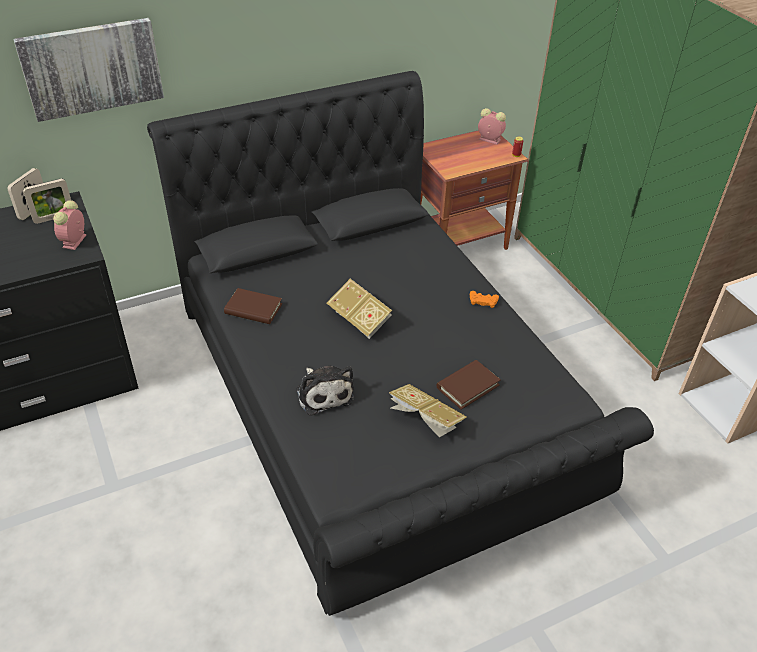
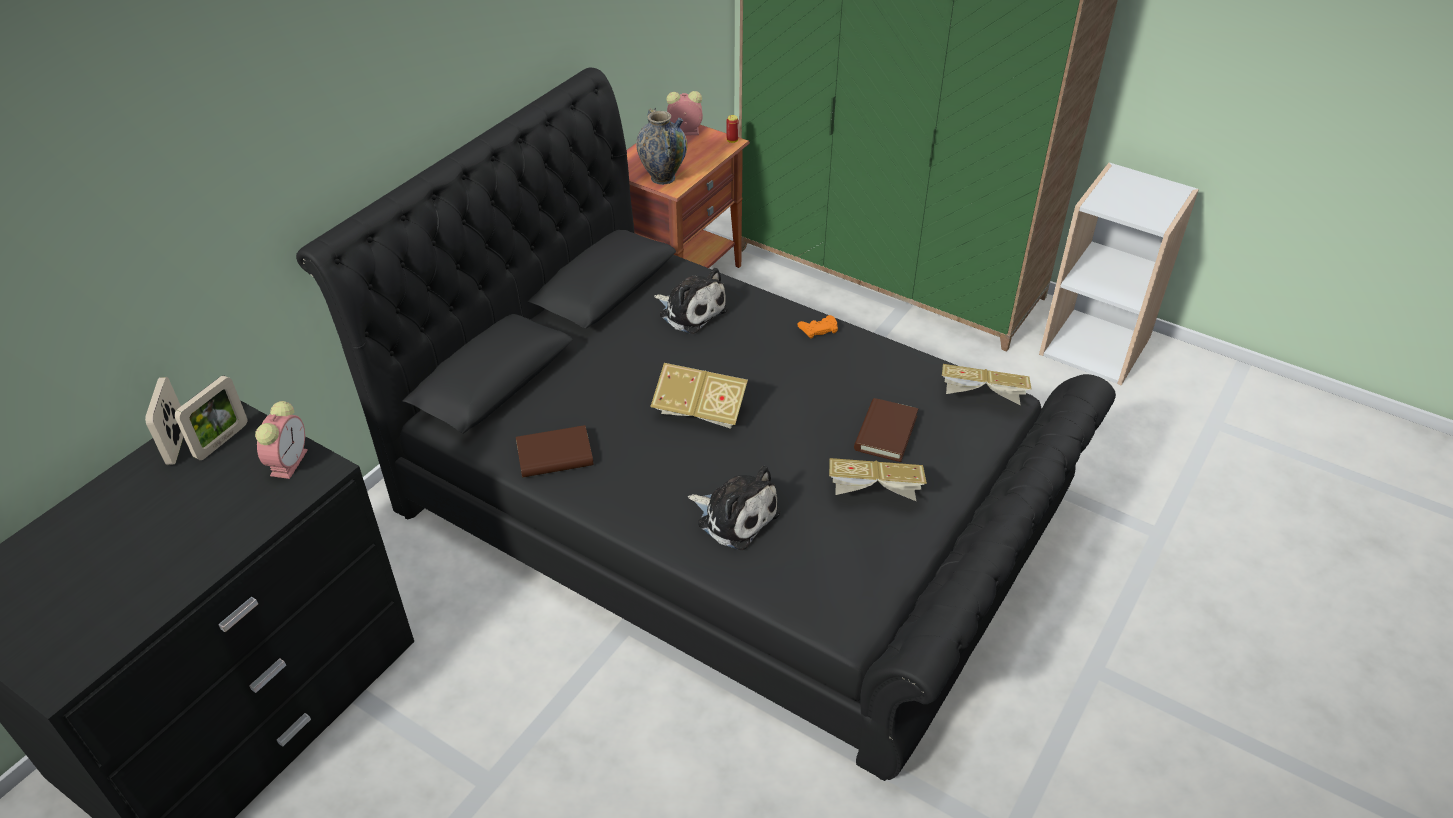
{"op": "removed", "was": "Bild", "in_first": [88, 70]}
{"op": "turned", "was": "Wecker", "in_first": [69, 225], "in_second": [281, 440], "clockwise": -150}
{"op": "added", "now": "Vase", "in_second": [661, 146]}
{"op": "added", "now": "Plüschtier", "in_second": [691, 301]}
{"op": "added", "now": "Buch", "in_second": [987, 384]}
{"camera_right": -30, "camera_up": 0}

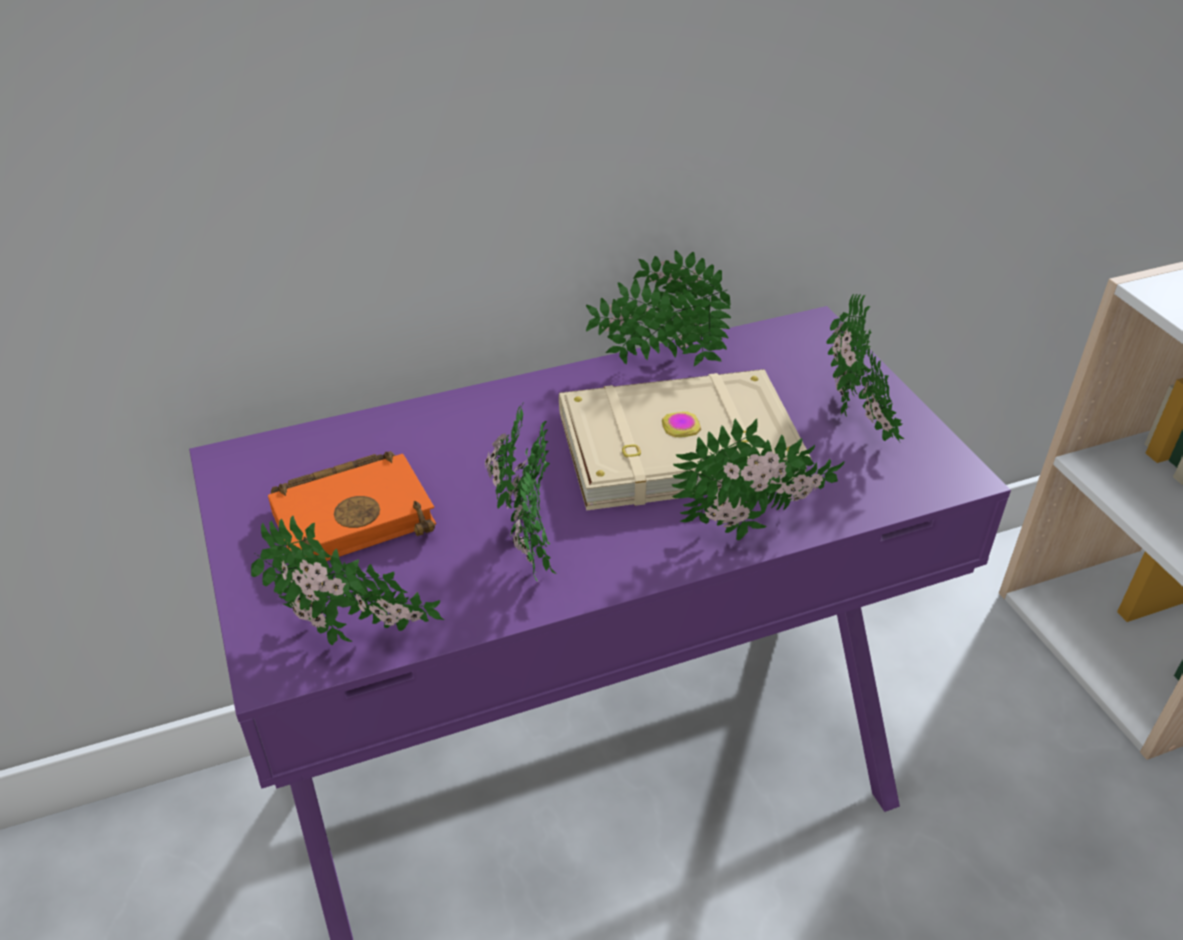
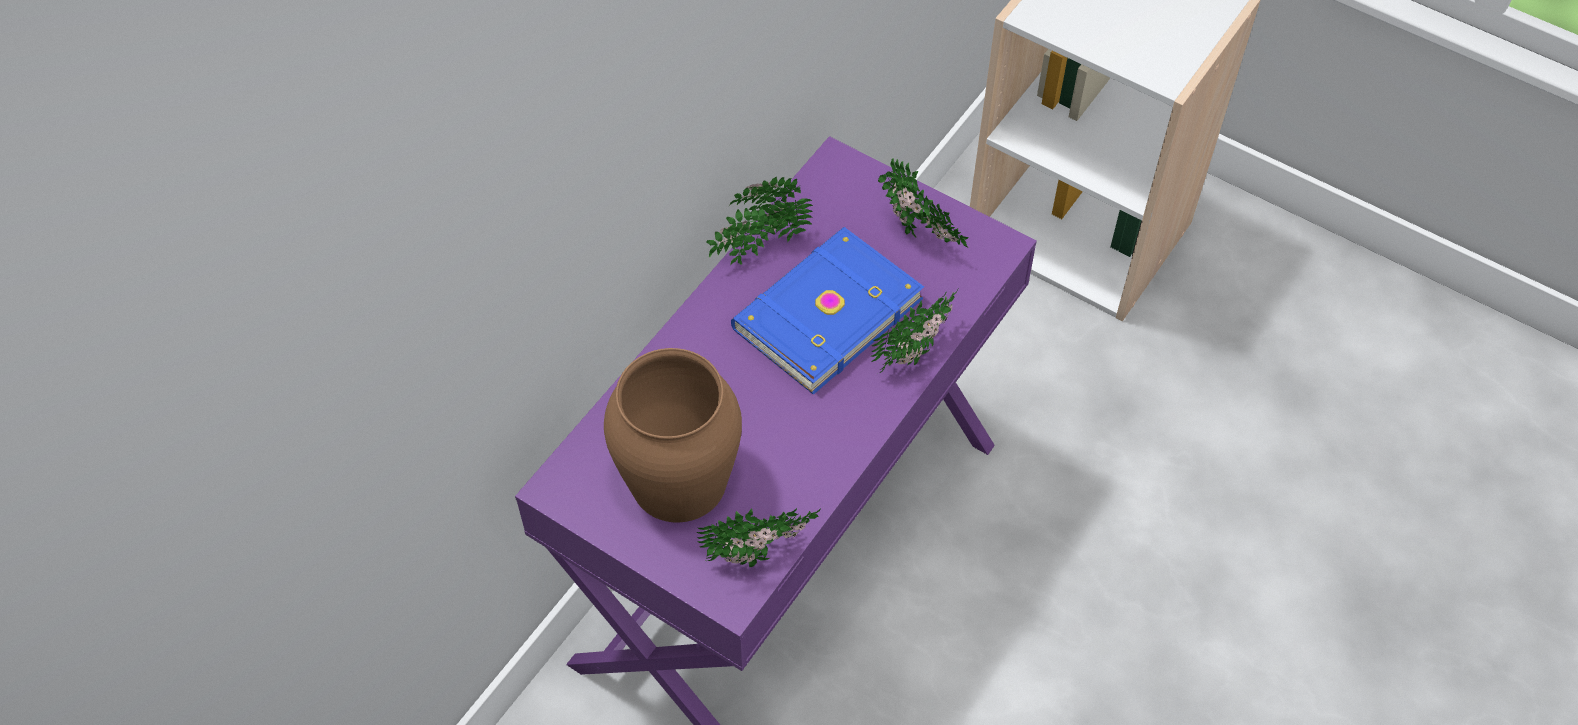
{"op": "replaced", "was": "Buch/orange", "now": "Vase/braun", "in_first": [352, 506], "in_second": [673, 435]}
{"op": "removed", "was": "Topfpflanze", "in_first": [521, 491]}
{"op": "recoloured", "was": "Buch/beige", "now": "Buch/blau", "in_first": [685, 440], "in_second": [827, 311]}
{"camera_right": -35, "camera_up": 15}

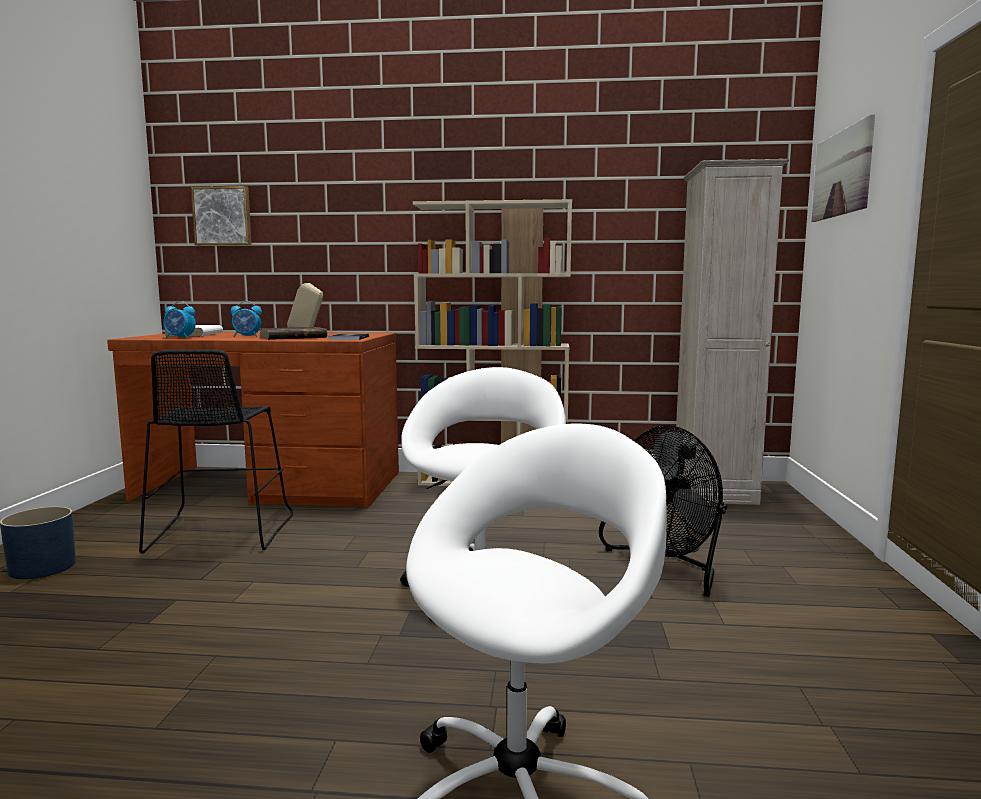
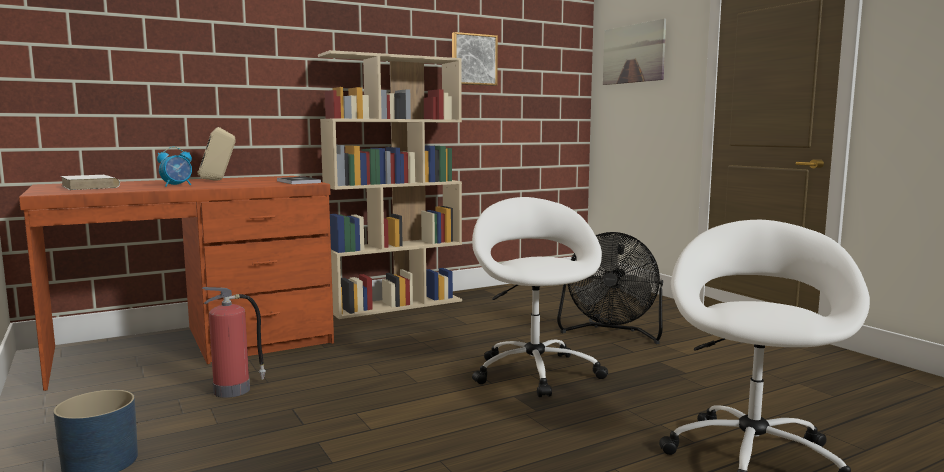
{"op": "replaced", "was": "Hocker/schwarz", "now": "Feuerlöscher", "in_first": [216, 451], "in_second": [234, 342]}
{"op": "removed", "was": "Wecker", "in_first": [179, 319]}
{"op": "moved", "was": "Bild", "in_first": [221, 216], "in_second": [475, 59]}
{"op": "removed", "was": "Buch/braun", "in_first": [293, 333]}
{"op": "removed", "was": "Schrank/beige", "in_first": [732, 332]}
{"camera_right": -35, "camera_up": 0}

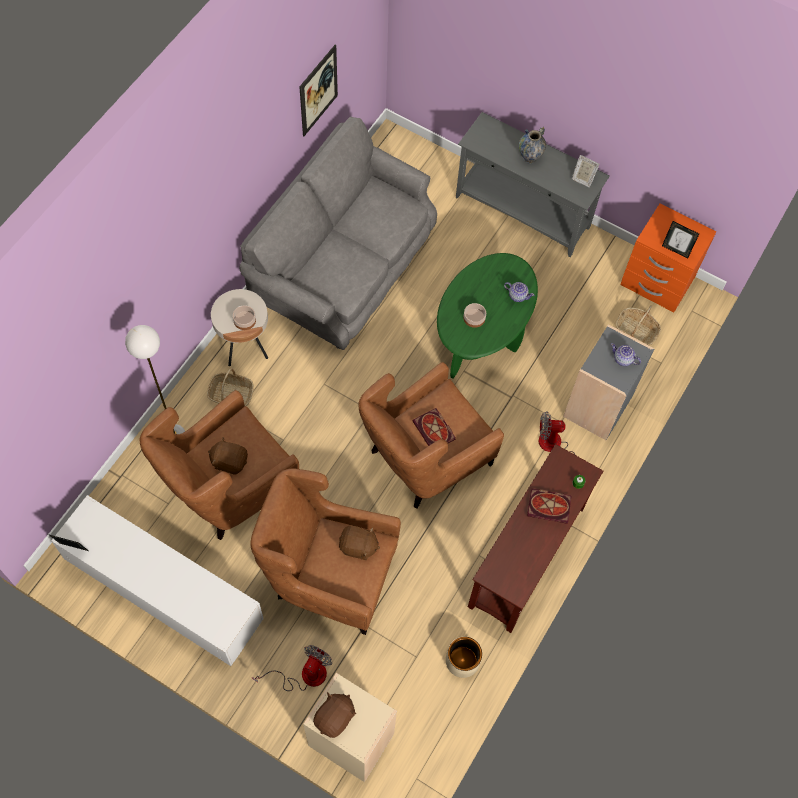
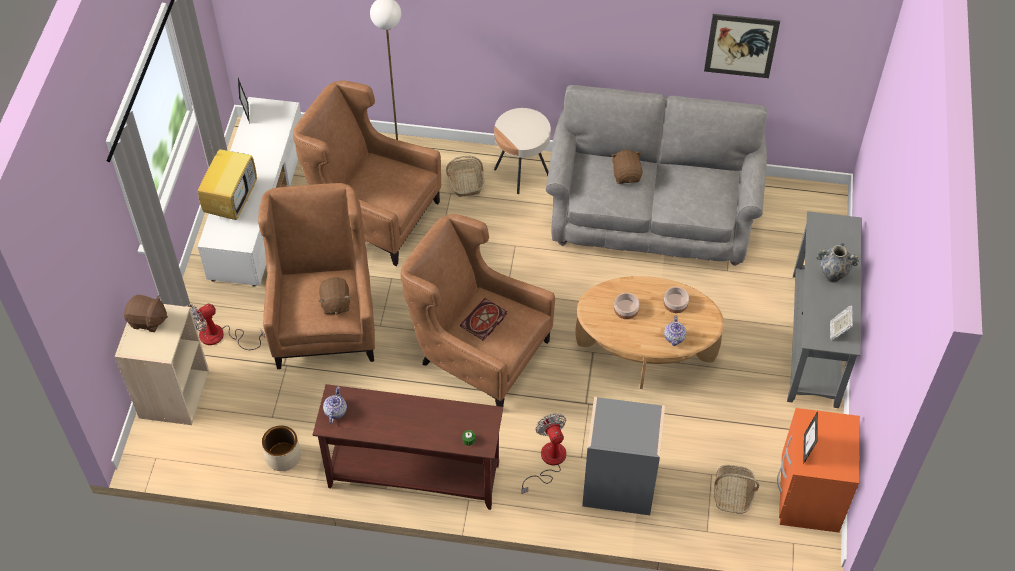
{"op": "moved", "was": "Plüschtier/braun", "in_first": [228, 456], "in_second": [626, 167]}
{"op": "moved", "was": "Schüssel", "in_first": [244, 317], "in_second": [676, 300]}
{"op": "turned", "was": "Ventilator", "in_first": [292, 668], "in_second": [226, 326], "clockwise": 135}
{"op": "recoloured", "was": "Couchtisch/grün", "now": "Couchtisch/braun", "in_first": [487, 316], "in_second": [649, 332]}
{"op": "removed", "was": "Buch", "in_first": [549, 506]}
{"op": "moved", "was": "Teekanne", "in_first": [626, 354], "in_second": [335, 405]}
{"op": "added", "now": "Fernseher", "in_second": [227, 177]}
{"camera_right": 70, "camera_up": -10}

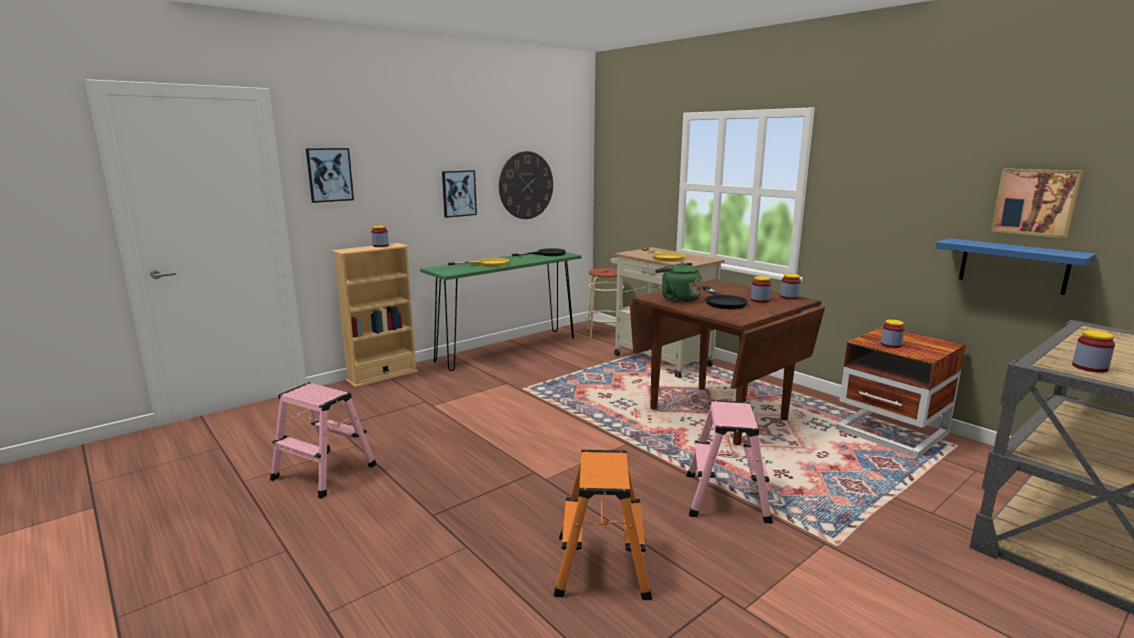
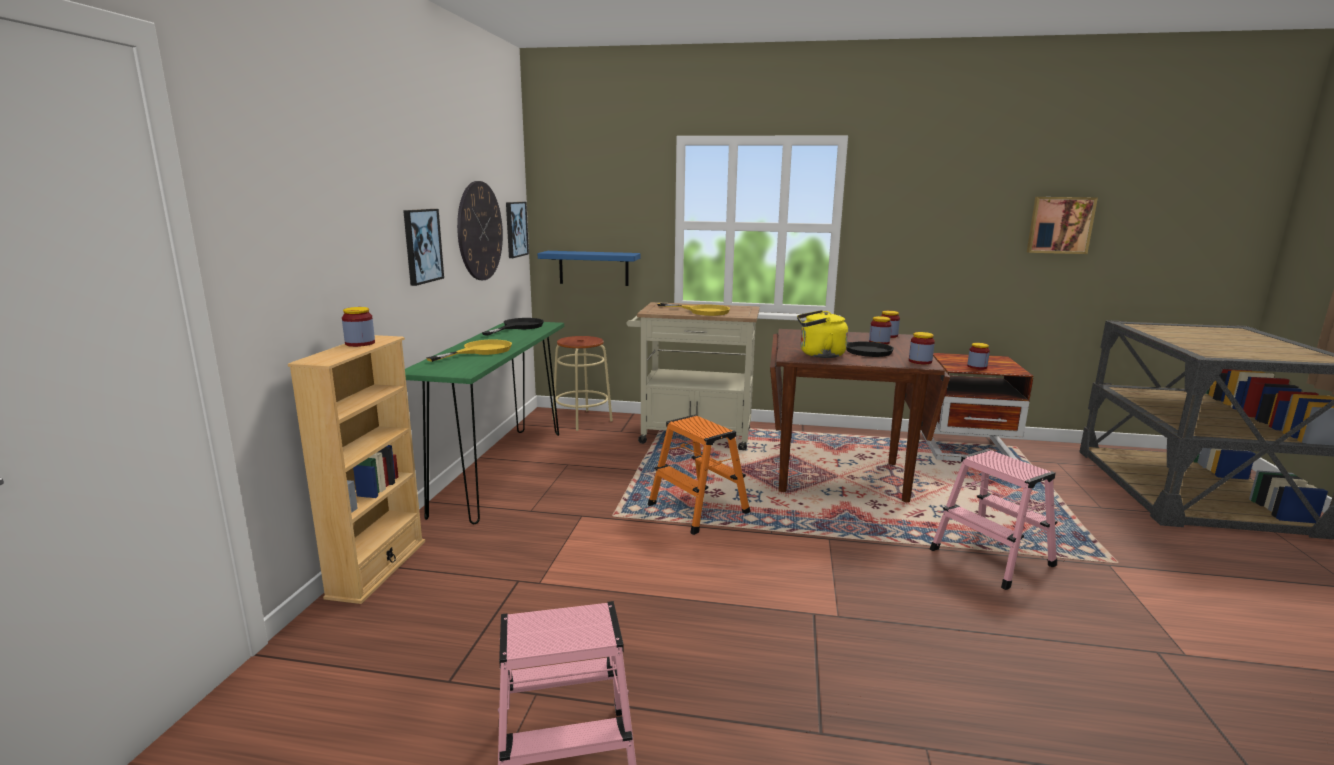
{"op": "moved", "was": "Bild", "in_first": [330, 175], "in_second": [517, 230]}
{"op": "moved", "was": "Trittleiter/orange", "in_first": [603, 525], "in_second": [699, 474]}
{"op": "recoloured", "was": "Wasserkessel/grün", "now": "Wasserkessel/gelb", "in_first": [678, 283], "in_second": [822, 334]}
{"op": "moved", "was": "Wandregal/blau", "in_first": [1015, 266], "in_second": [589, 268]}
{"op": "moved", "was": "Vorratsglas", "in_first": [1093, 351], "in_second": [922, 348]}
{"camera_right": -40, "camera_up": 0}

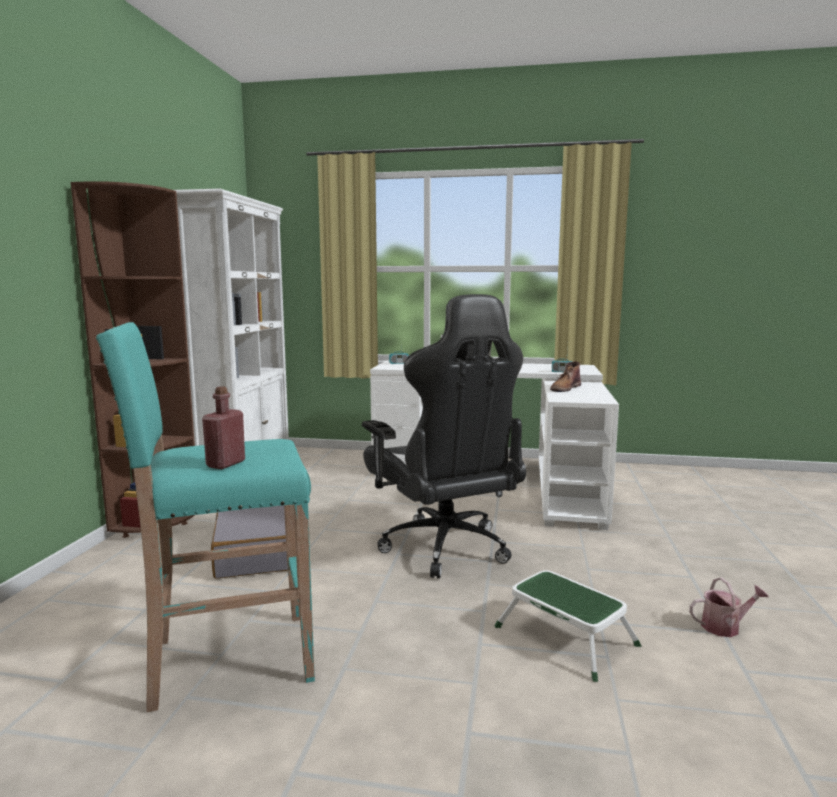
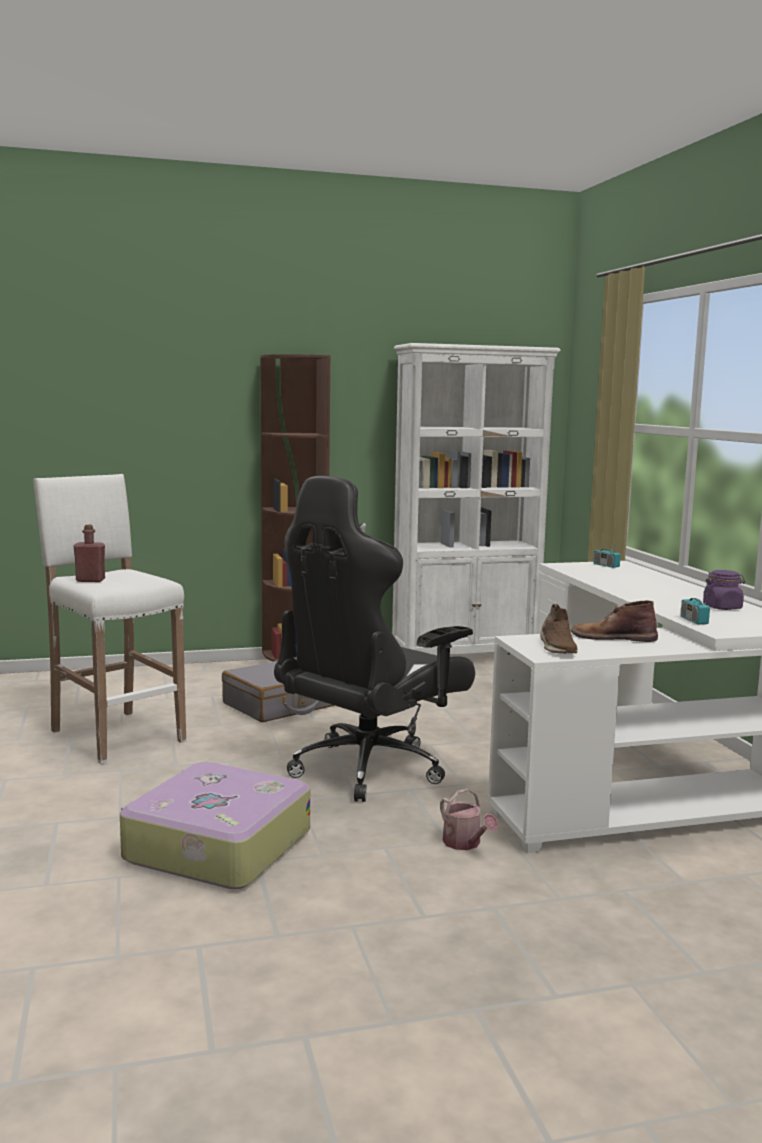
{"op": "recoloured", "was": "Hocker/türkis", "now": "Hocker/weiß", "in_first": [205, 517], "in_second": [109, 619]}
{"op": "replaced", "was": "Trittleiter/grün", "now": "Koffer", "in_first": [568, 626], "in_second": [215, 825]}
{"op": "moved", "was": "Gießkanne", "in_first": [729, 607], "in_second": [469, 819]}
{"op": "added", "now": "Schuh/braun", "in_second": [558, 629]}
{"op": "added", "now": "Vorratsglas/lila", "in_second": [724, 590]}
{"camera_right": 65, "camera_up": 0}

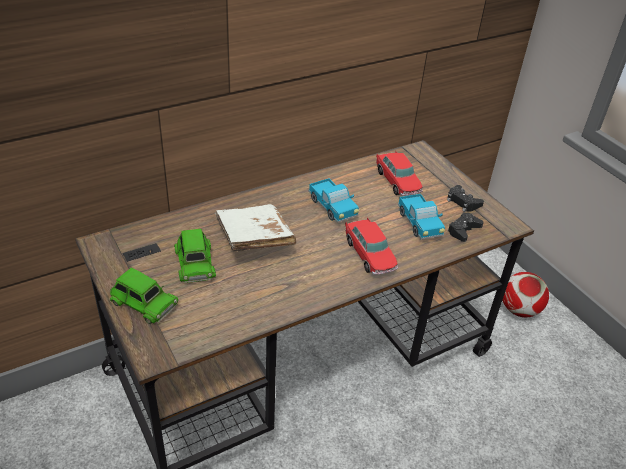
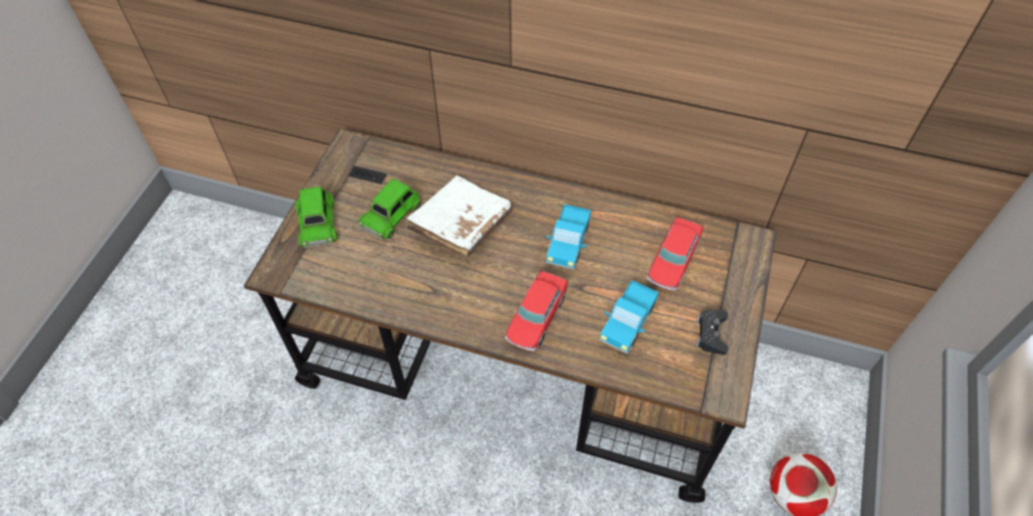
{"op": "removed", "was": "Gamepad/schwarz", "in_first": [465, 227]}
{"camera_right": 50, "camera_up": 15}

